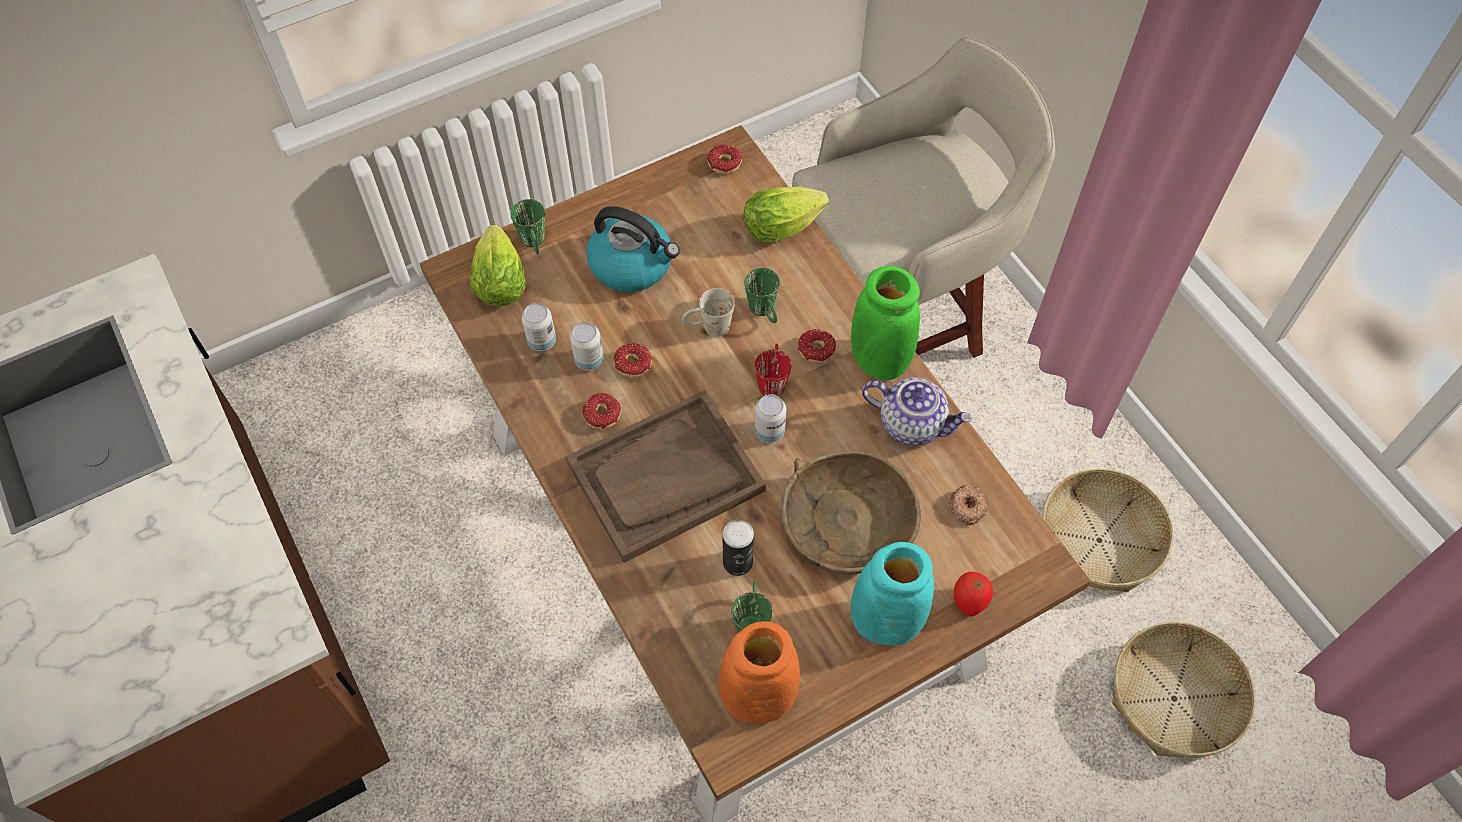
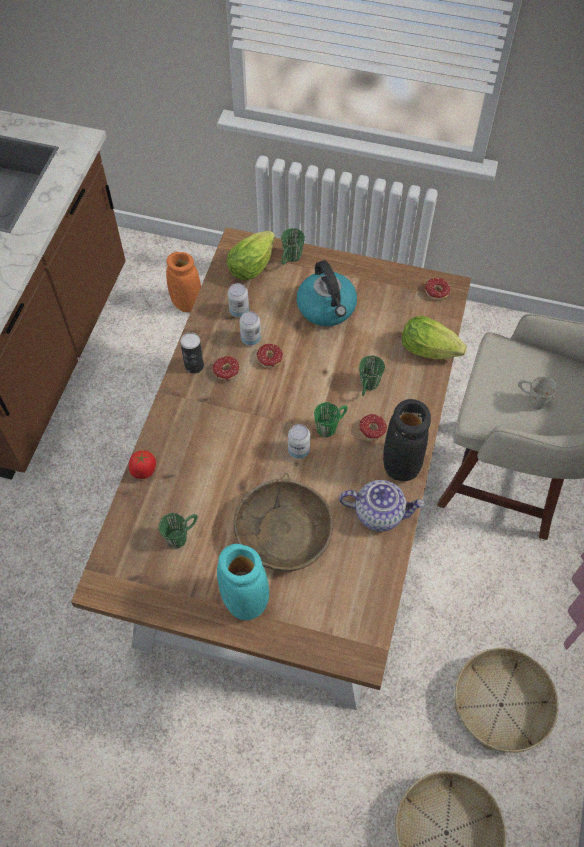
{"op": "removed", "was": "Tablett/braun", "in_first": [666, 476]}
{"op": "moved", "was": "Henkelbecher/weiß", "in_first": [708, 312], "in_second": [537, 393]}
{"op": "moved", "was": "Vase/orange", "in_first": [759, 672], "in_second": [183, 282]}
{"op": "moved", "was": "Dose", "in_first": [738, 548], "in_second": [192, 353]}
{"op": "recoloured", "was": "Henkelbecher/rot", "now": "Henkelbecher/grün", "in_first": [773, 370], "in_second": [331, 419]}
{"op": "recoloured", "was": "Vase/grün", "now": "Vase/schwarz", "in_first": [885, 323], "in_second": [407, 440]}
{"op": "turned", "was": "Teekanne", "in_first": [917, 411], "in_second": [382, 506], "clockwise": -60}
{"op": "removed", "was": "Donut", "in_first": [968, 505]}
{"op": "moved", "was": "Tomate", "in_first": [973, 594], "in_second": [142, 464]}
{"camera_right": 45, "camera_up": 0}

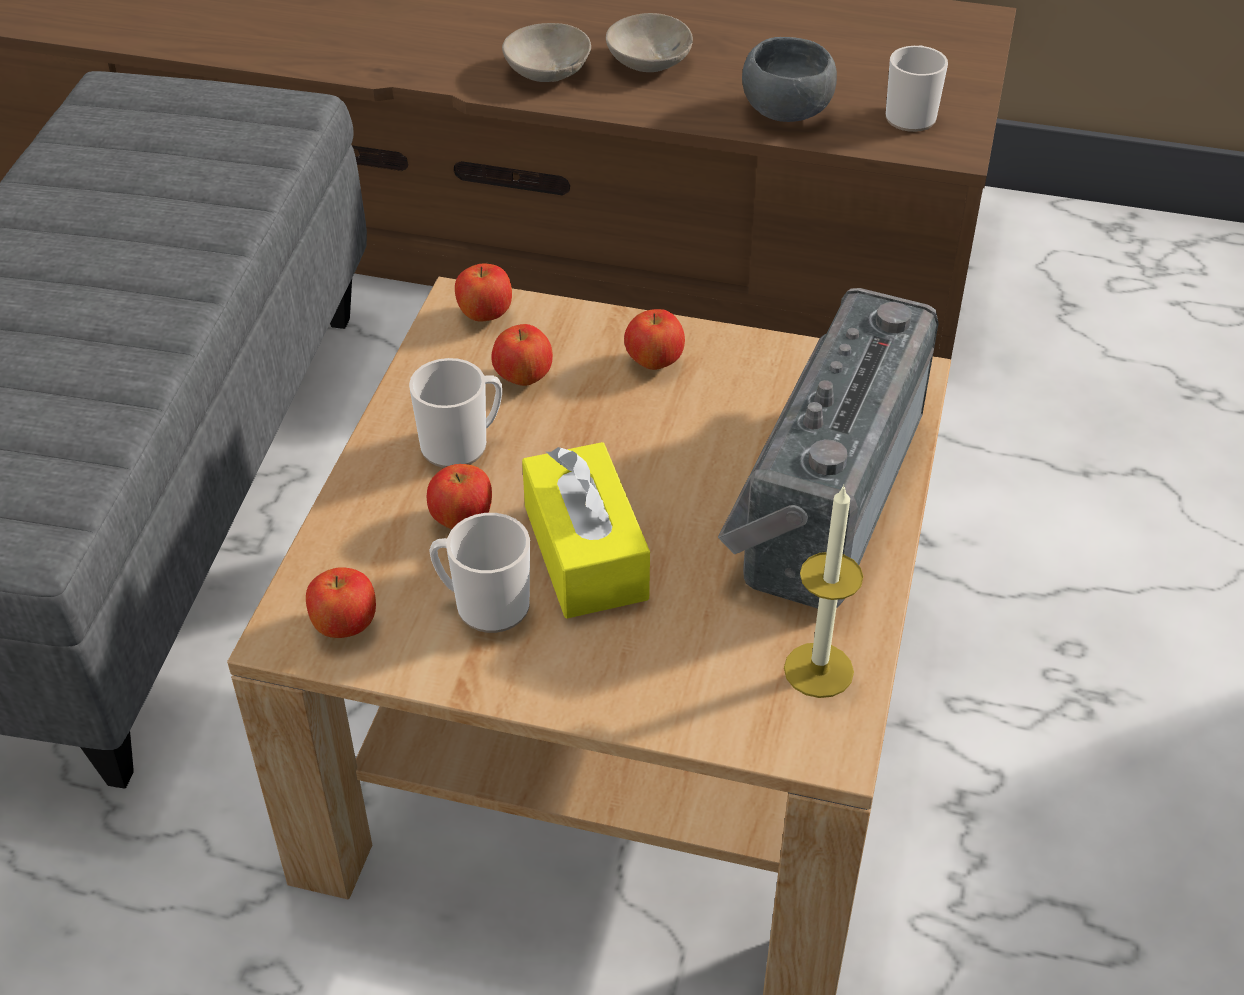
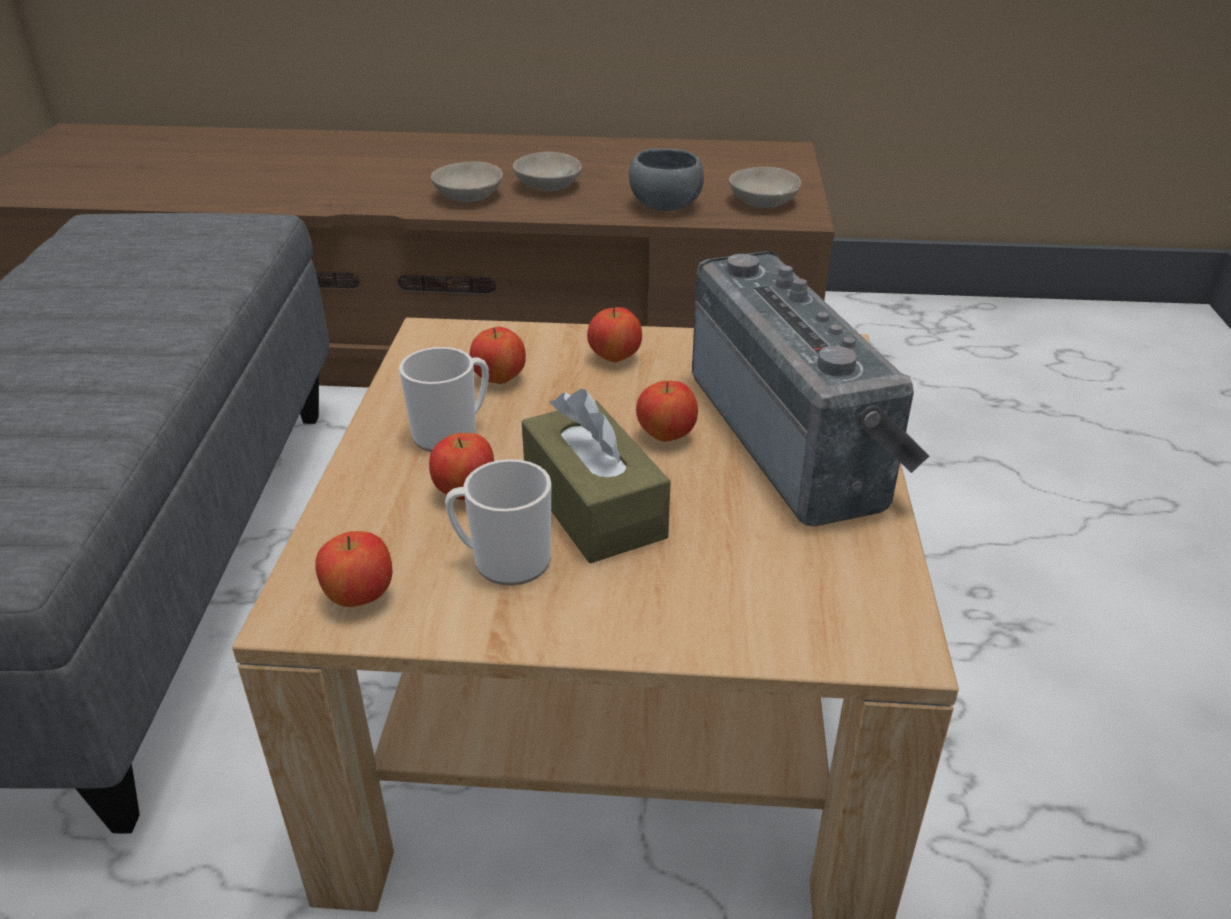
{"op": "moved", "was": "Apfel", "in_first": [483, 292], "in_second": [667, 411]}
{"op": "recoloured", "was": "Taschentuchbox/gelb", "now": "Taschentuchbox/braun", "in_first": [586, 530], "in_second": [596, 476]}
{"op": "turned", "was": "Radio", "in_first": [828, 448], "in_second": [810, 388], "clockwise": 150}
{"op": "removed", "was": "Kerze", "in_first": [823, 591]}
{"op": "replaced", "was": "Henkelbecher", "now": "Schüssel/beige", "in_first": [917, 88], "in_second": [765, 187]}
{"camera_right": -10, "camera_up": -10}

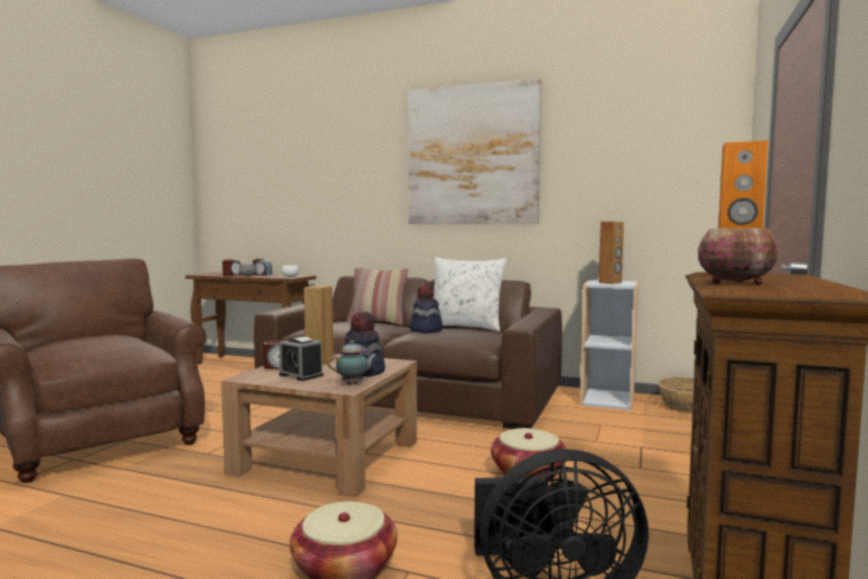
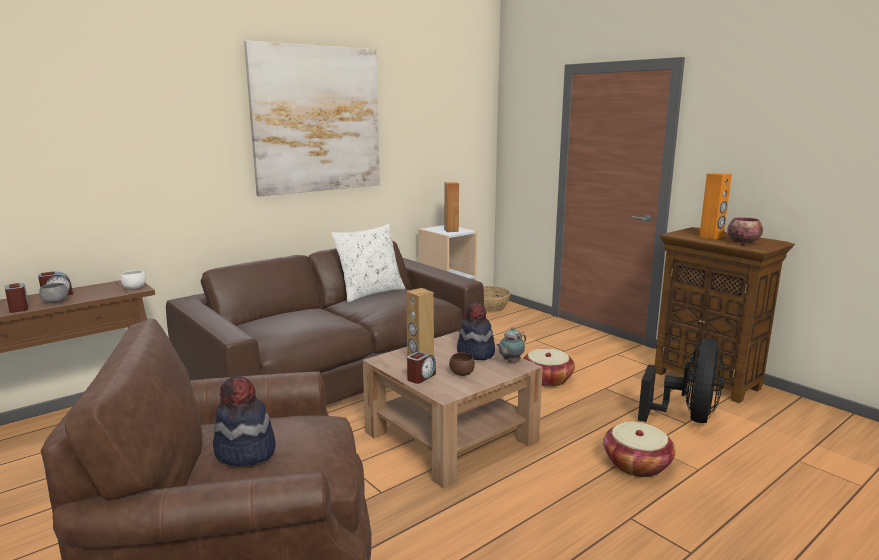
{"op": "replaced", "was": "Wecker", "now": "Schüssel/braun", "in_first": [301, 359], "in_second": [462, 364]}
{"op": "turned", "was": "Teekanne", "in_first": [352, 363], "in_second": [511, 344], "clockwise": -135}
{"op": "removed", "was": "Kissen", "in_first": [377, 296]}
{"op": "moved", "was": "Hut", "in_first": [426, 308], "in_second": [244, 421]}
{"camera_right": -60, "camera_up": 10}

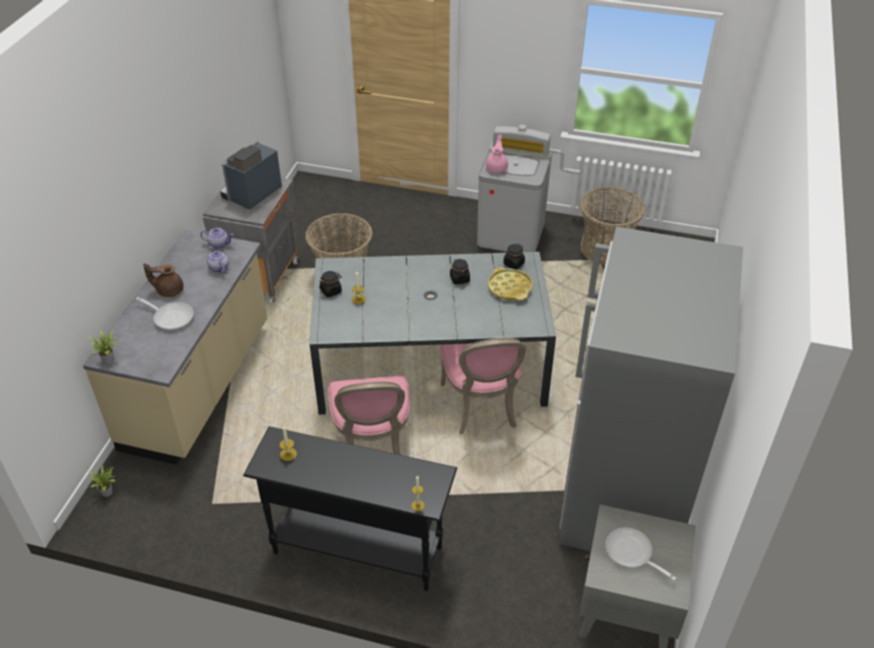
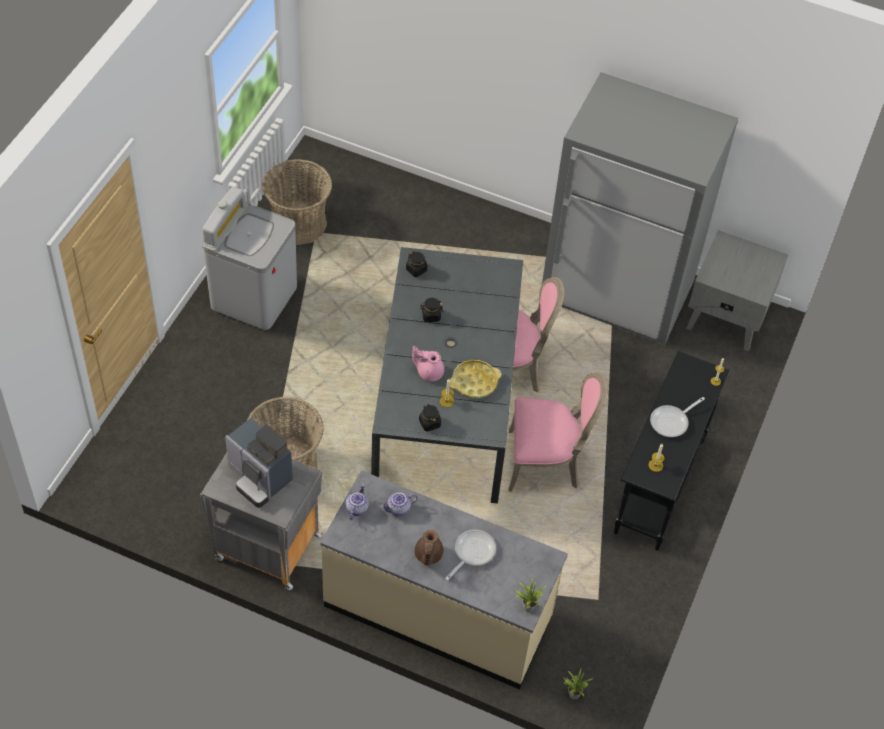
{"op": "moved", "was": "Teekanne/rosa", "in_first": [497, 153], "in_second": [428, 364]}
{"op": "moved", "was": "Tablett/gelb", "in_first": [510, 283], "in_second": [475, 379]}
{"op": "moved", "was": "Pfanne", "in_first": [640, 553], "in_second": [677, 417]}
{"camera_right": -85, "camera_up": 10}

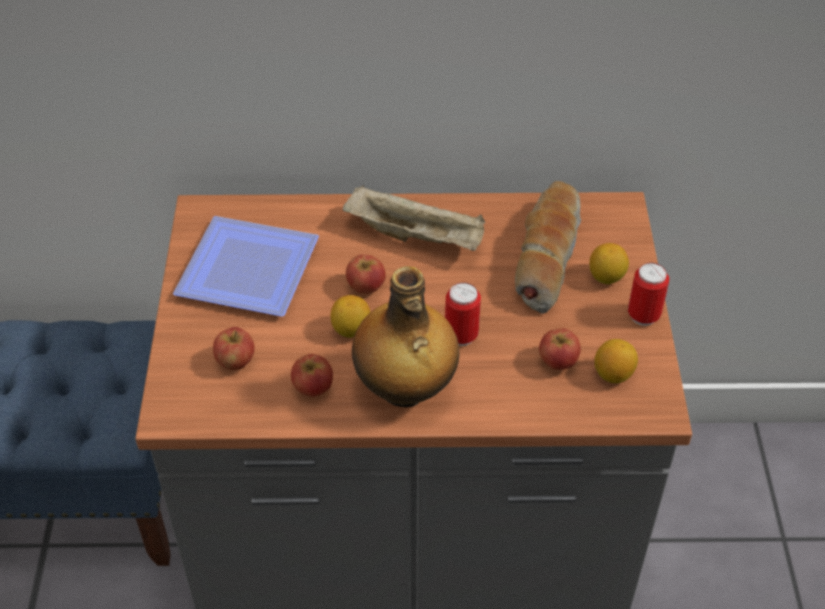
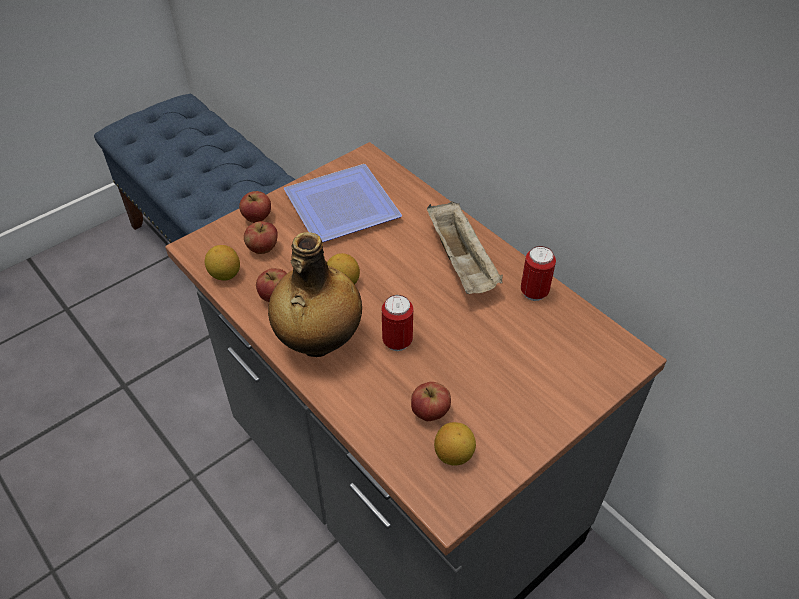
{"op": "moved", "was": "Apfel", "in_first": [366, 274], "in_second": [255, 207]}
{"op": "removed", "was": "Brot", "in_first": [548, 247]}
{"op": "moved", "was": "Zitrone", "in_first": [609, 263], "in_second": [222, 262]}
{"op": "moved", "was": "Dose", "in_first": [648, 294], "in_second": [538, 273]}
{"camera_right": 50, "camera_up": 0}

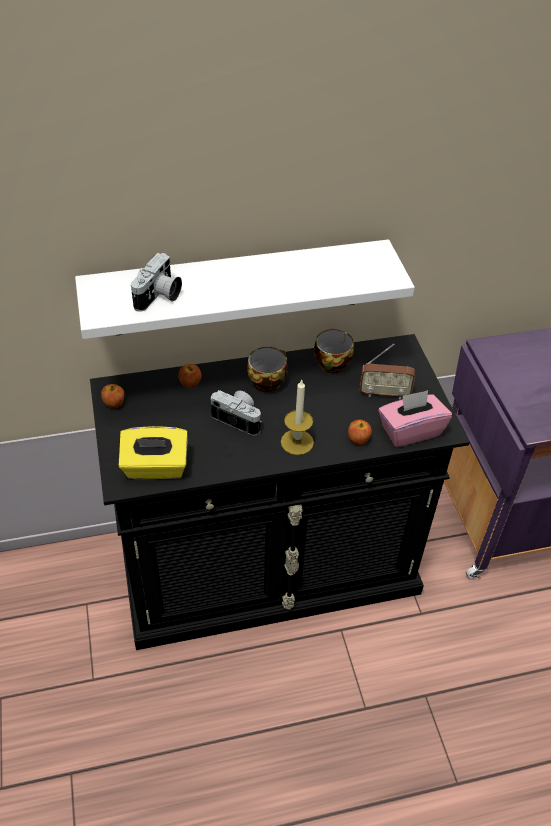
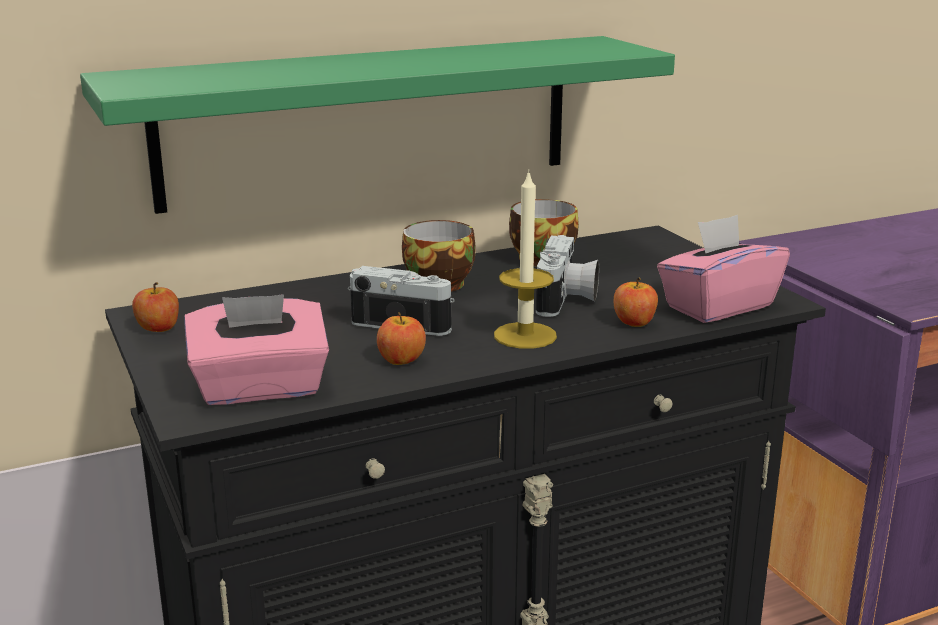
{"op": "recoloured", "was": "Wandregal/weiß", "now": "Wandregal/grün", "in_first": [245, 289], "in_second": [377, 125]}
{"op": "recoloured", "was": "Taschentuchbox/gelb", "now": "Taschentuchbox/rosa", "in_first": [153, 452], "in_second": [256, 349]}
{"op": "moved", "was": "Kamera", "in_first": [156, 282], "in_second": [567, 276]}
{"op": "moved", "was": "Apfel", "in_first": [190, 376], "in_second": [401, 338]}
{"op": "removed", "was": "Radio", "in_first": [387, 372]}
{"camera_right": -10, "camera_up": -25}

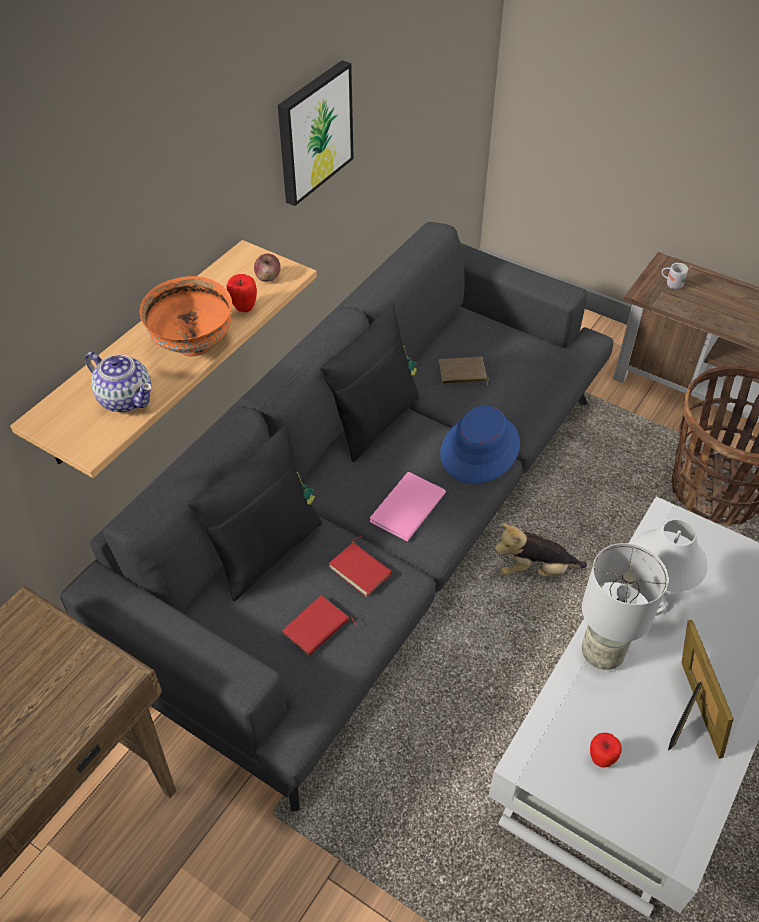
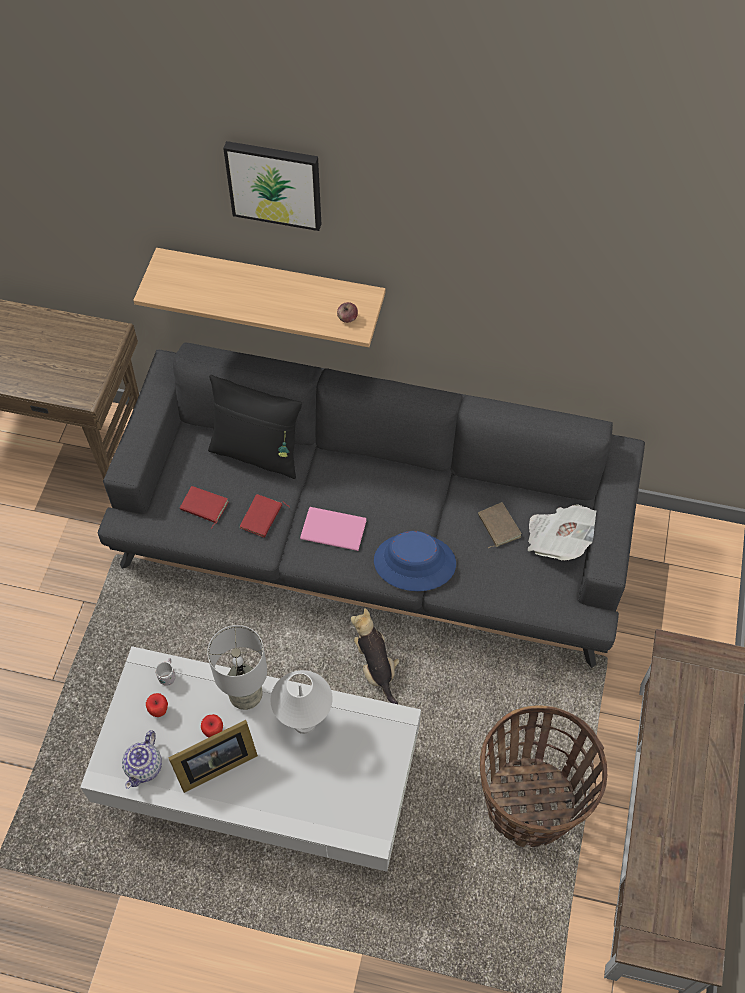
{"op": "moved", "was": "Teekanne", "in_first": [118, 381], "in_second": [142, 759]}
{"op": "removed", "was": "Schüssel/orange", "in_first": [186, 316]}
{"op": "moved", "was": "Apfel", "in_first": [242, 293], "in_second": [212, 725]}
{"op": "moved", "was": "Bild", "in_first": [316, 133], "in_second": [272, 186]}
{"op": "removed", "was": "Kissen/schwarz", "in_first": [369, 382]}
{"op": "moved", "was": "Henkelbecher/weiß", "in_first": [676, 276], "in_second": [165, 672]}
{"op": "added", "now": "Zeitung", "in_second": [561, 532]}
{"camera_right": 70, "camera_up": 10}

